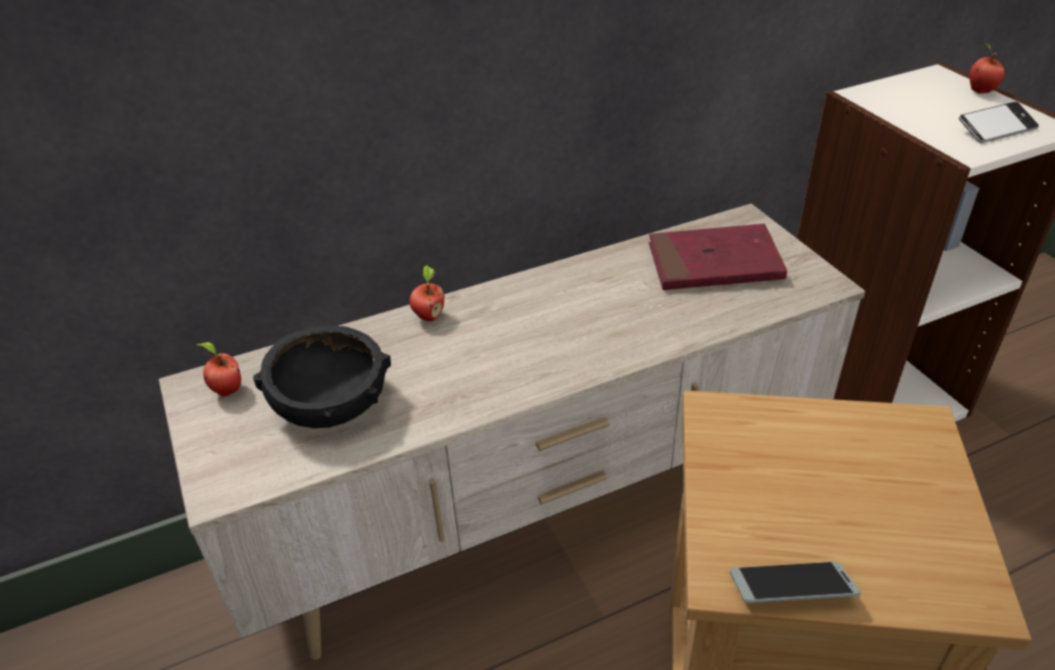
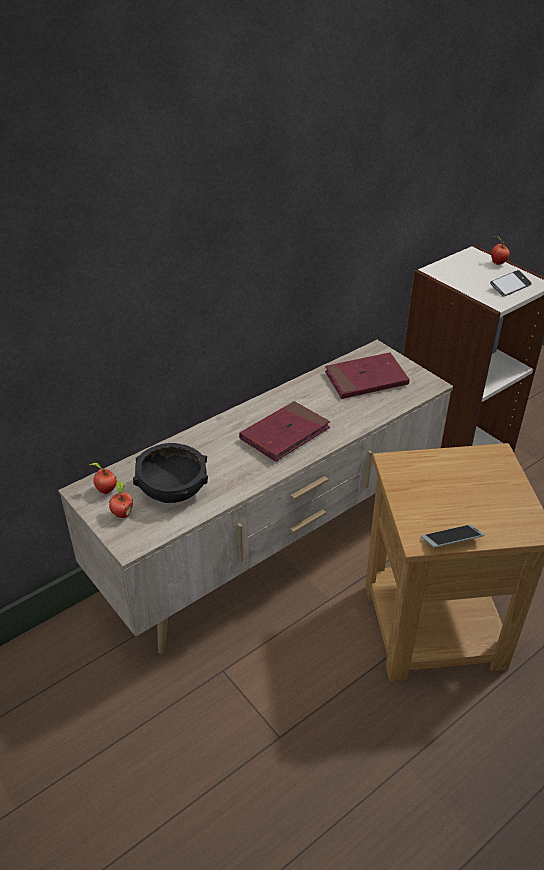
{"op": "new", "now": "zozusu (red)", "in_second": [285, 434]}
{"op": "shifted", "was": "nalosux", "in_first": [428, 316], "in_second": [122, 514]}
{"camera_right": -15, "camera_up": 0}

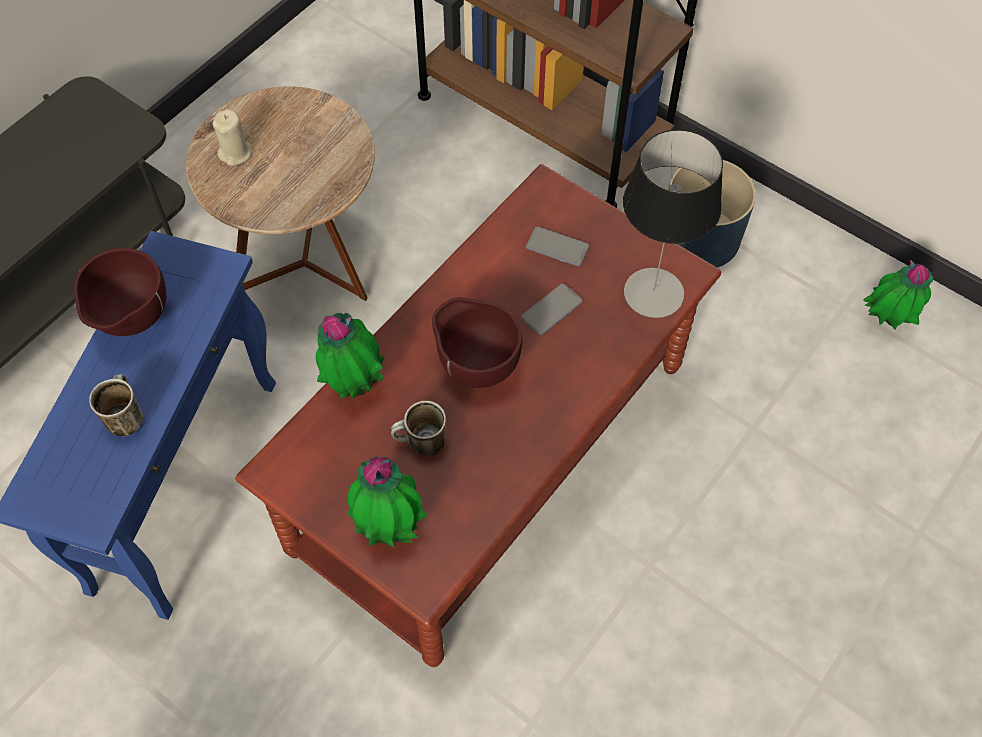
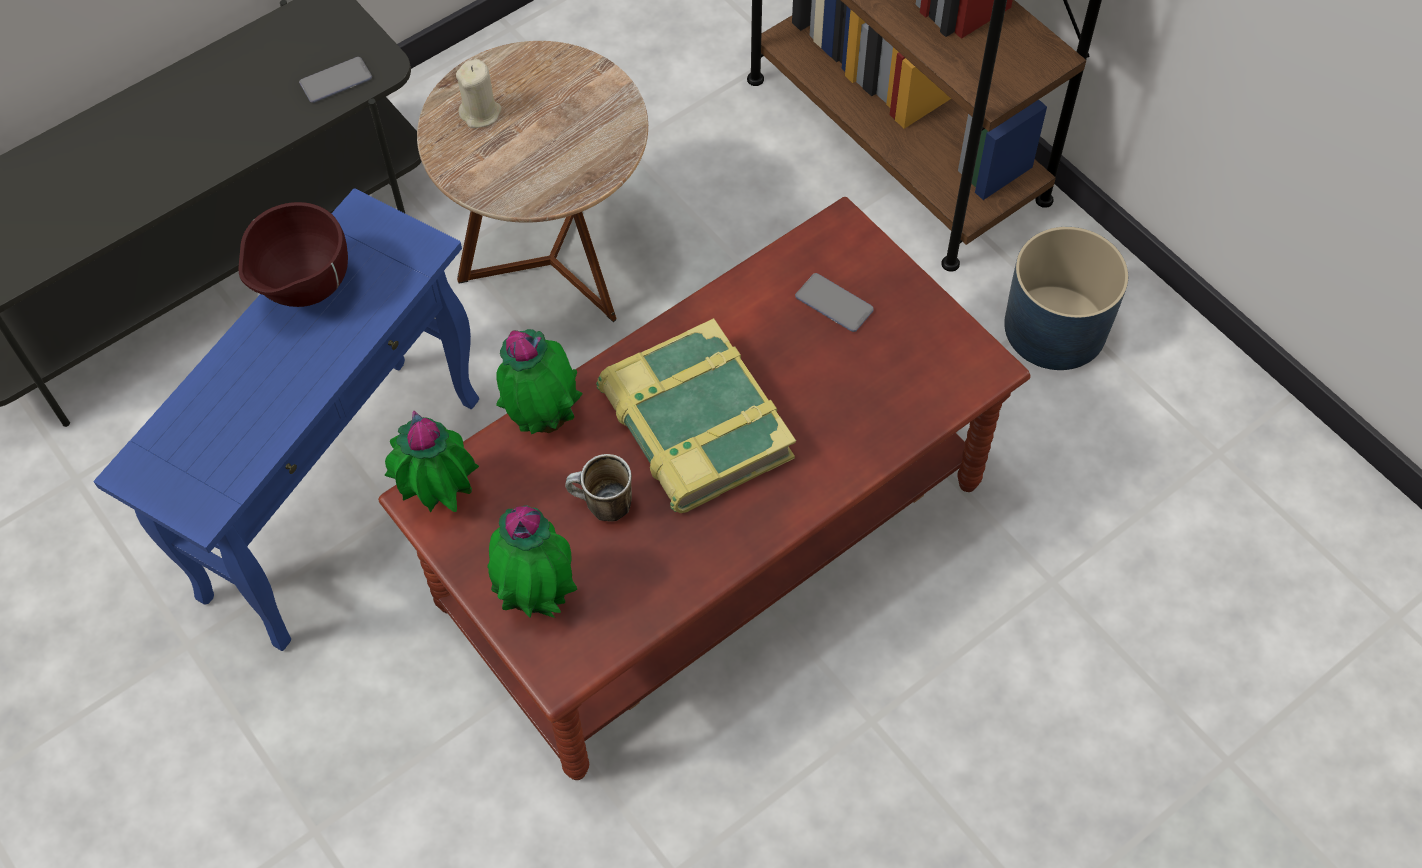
{"op": "gone", "was": "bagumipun", "in_first": [125, 416]}
{"op": "gone", "was": "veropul", "in_first": [653, 293]}
{"op": "shifted", "was": "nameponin", "in_first": [551, 310], "in_second": [336, 81]}
{"op": "shifted", "was": "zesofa", "in_first": [885, 322], "in_second": [440, 498]}
{"op": "swapped", "was": "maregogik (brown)", "now": "zozusu", "in_first": [476, 365], "in_second": [694, 426]}
{"camera_right": 15, "camera_up": 0}

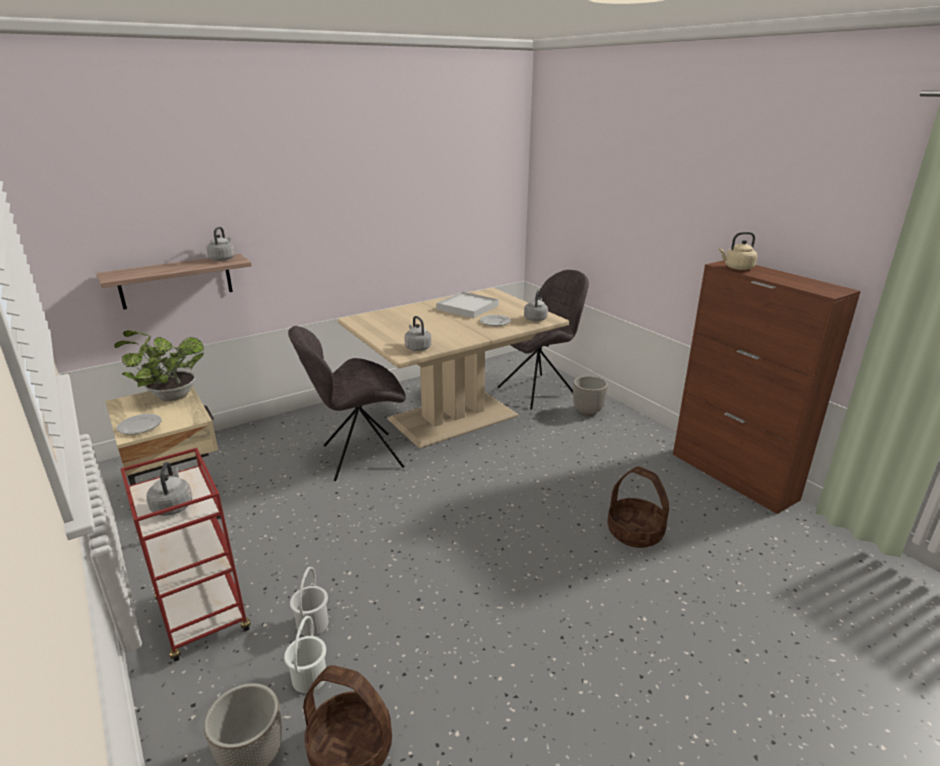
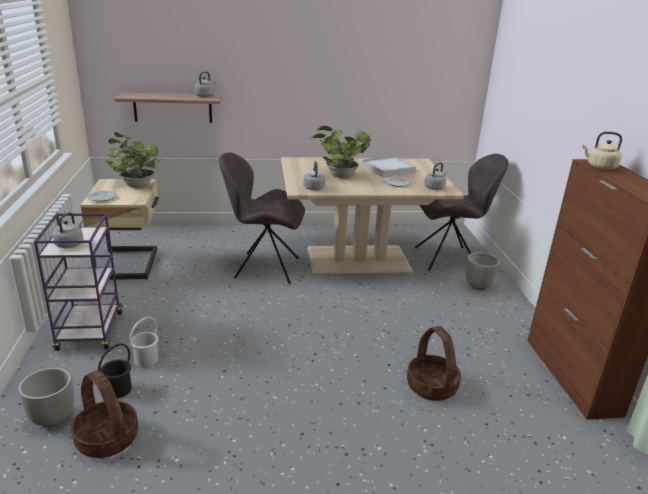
{"op": "new", "now": "zesofa", "in_second": [338, 176]}
{"op": "repainted", "was": "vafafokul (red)", "now": "vafafokul (purple)", "in_first": [203, 616], "in_second": [90, 332]}
{"op": "repainted", "was": "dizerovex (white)", "now": "dizerovex (black)", "in_first": [308, 678], "in_second": [118, 389]}
{"camera_right": 25, "camera_up": 0}

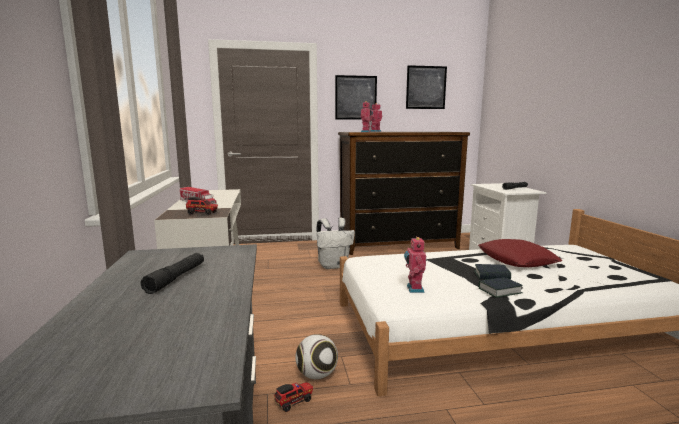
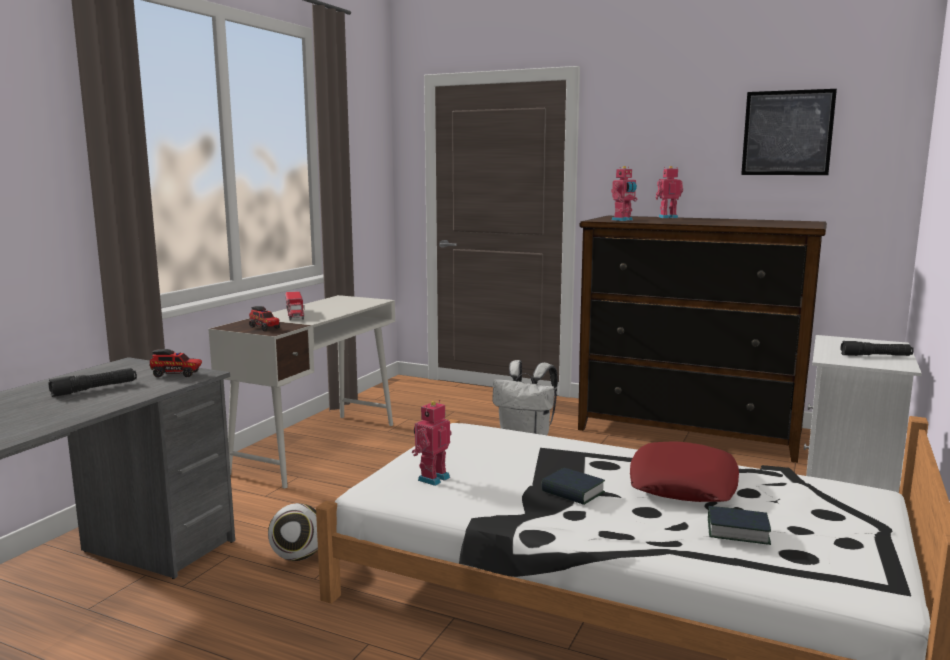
{"op": "gone", "was": "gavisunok", "in_first": [355, 97]}
{"op": "shifted", "was": "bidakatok", "in_first": [294, 401], "in_second": [177, 374]}
{"op": "shifted", "was": "zozusu", "in_first": [499, 291], "in_second": [737, 531]}
{"camera_right": 35, "camera_up": 0}

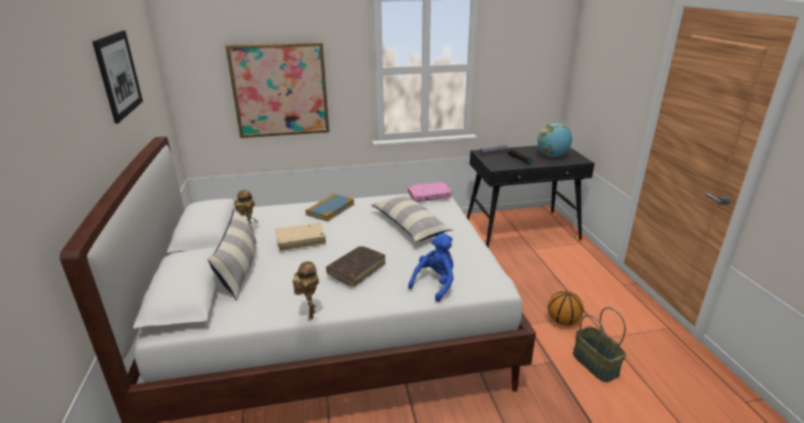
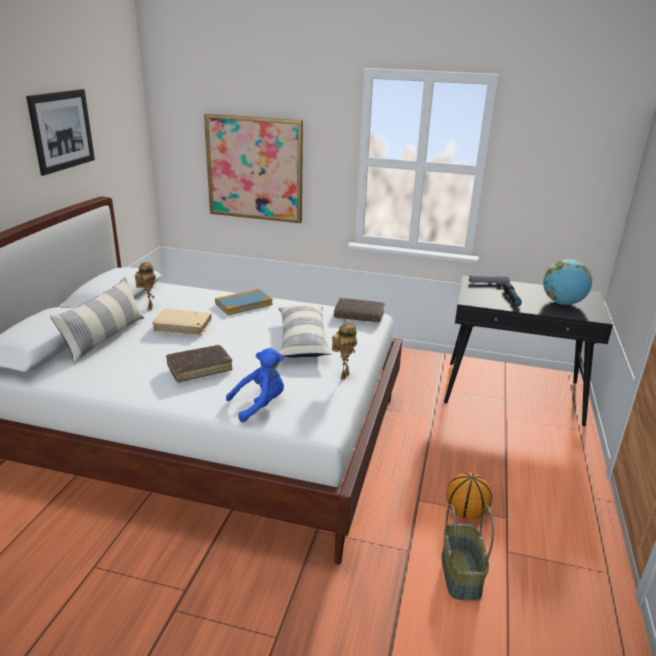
{"op": "shifted", "was": "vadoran", "in_first": [310, 314], "in_second": [343, 375]}
{"op": "repainted", "was": "zozusu (pink)", "now": "zozusu (brown)", "in_first": [429, 196], "in_second": [359, 315]}
{"camera_right": 25, "camera_up": 0}

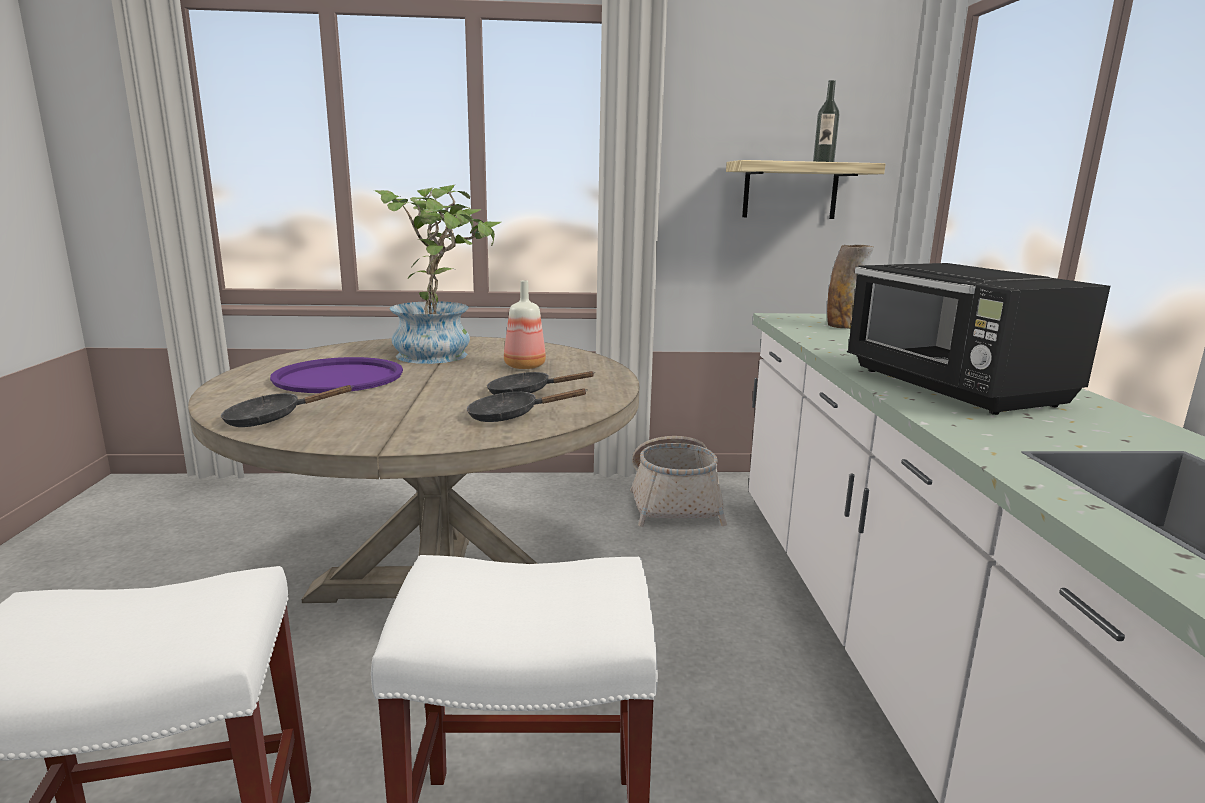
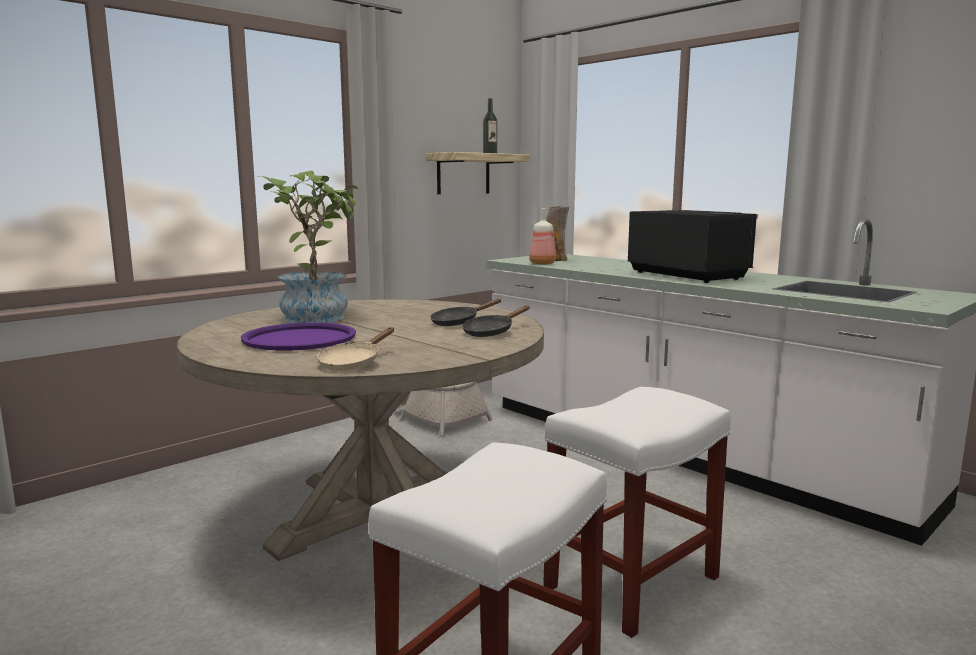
{"op": "shifted", "was": "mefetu", "in_first": [523, 366], "in_second": [542, 263]}
{"op": "repainted", "was": "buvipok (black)", "now": "buvipok (beige)", "in_first": [272, 419], "in_second": [353, 363]}
{"op": "rotated", "was": "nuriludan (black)", "in_first": [954, 388], "in_second": [687, 275], "clockwise": -150}
{"camera_right": -40, "camera_up": -5}

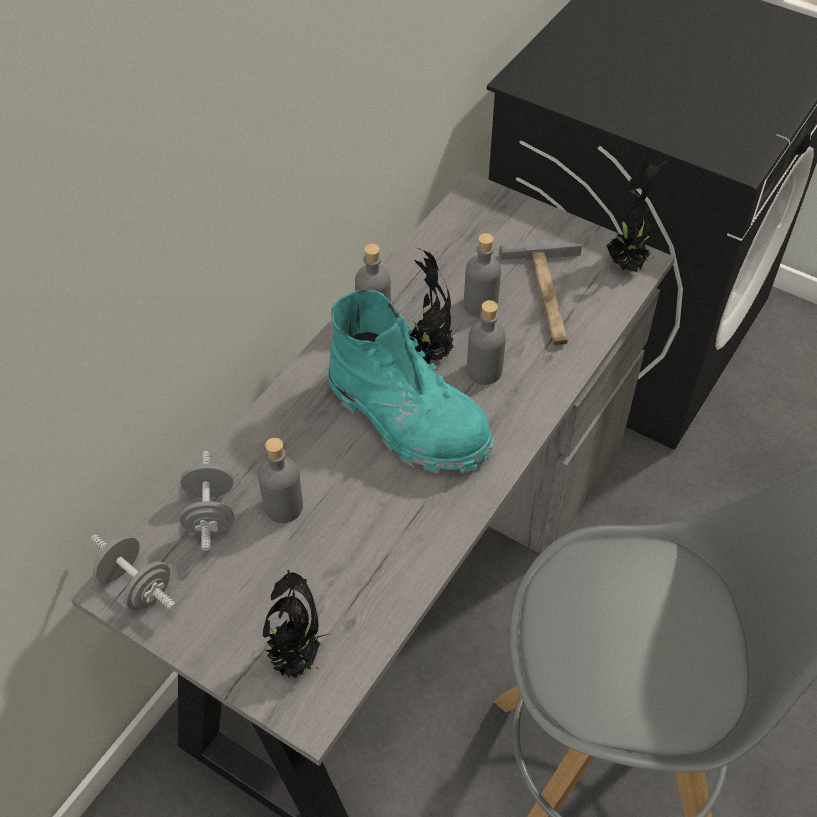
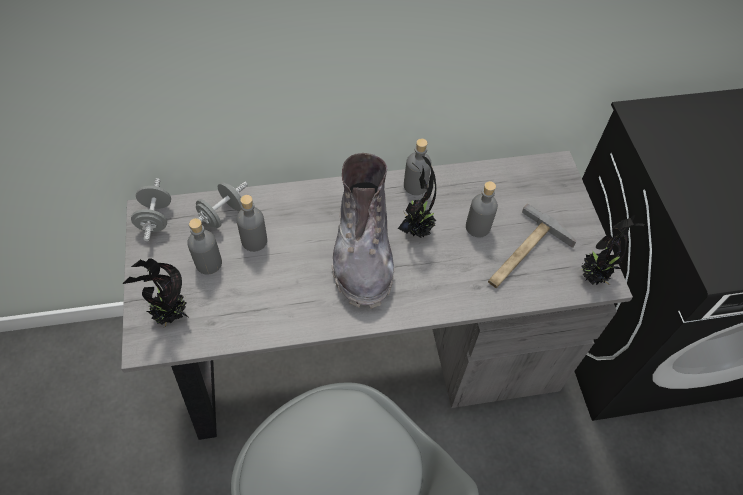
{"op": "shifted", "was": "mefetu (grey)", "in_first": [484, 371], "in_second": [208, 263]}
{"op": "repainted", "was": "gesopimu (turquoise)", "now": "gesopimu (grey)", "in_first": [408, 420], "in_second": [363, 253]}
{"camera_right": 45, "camera_up": 5}

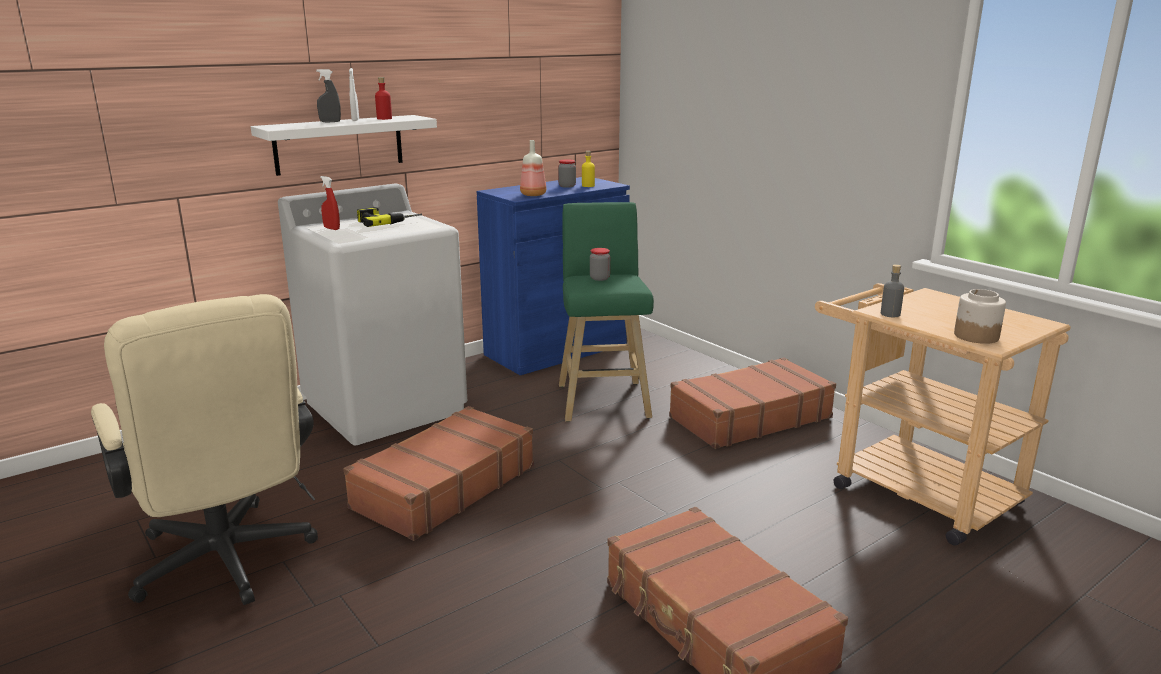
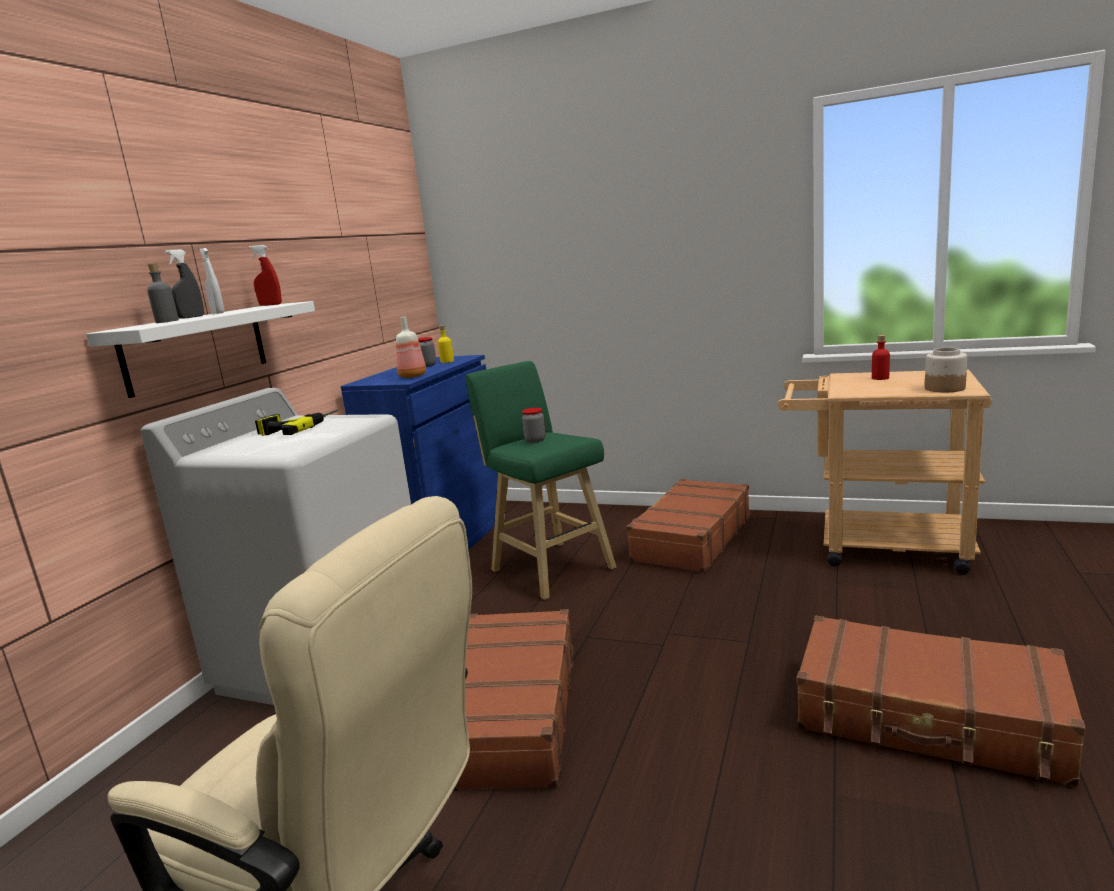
{"op": "shifted", "was": "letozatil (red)", "in_first": [331, 228], "in_second": [270, 305]}
{"op": "shifted", "was": "mefetu (red)", "in_first": [384, 118], "in_second": [880, 378]}
{"op": "shifted", "was": "mefetu (grey)", "in_first": [890, 314], "in_second": [167, 321]}
{"camera_right": -30, "camera_up": -5}

